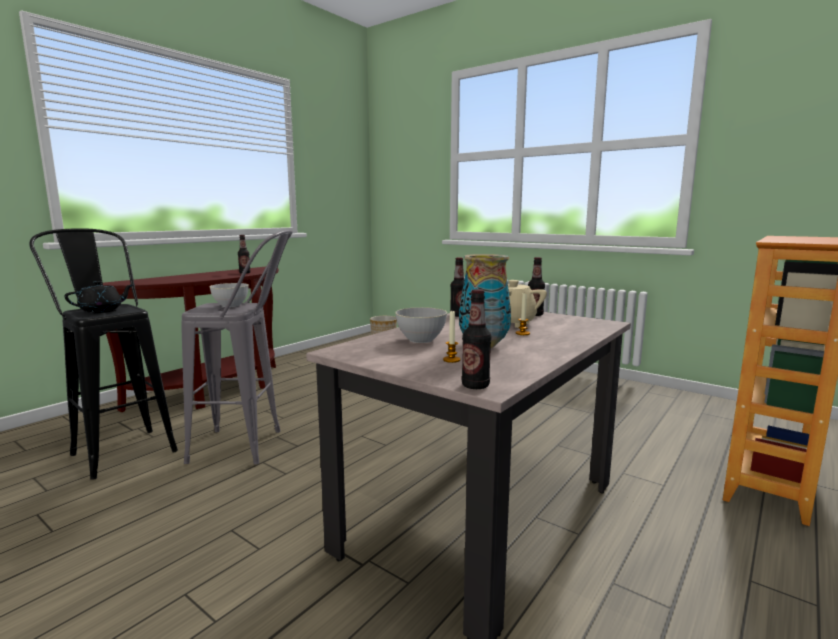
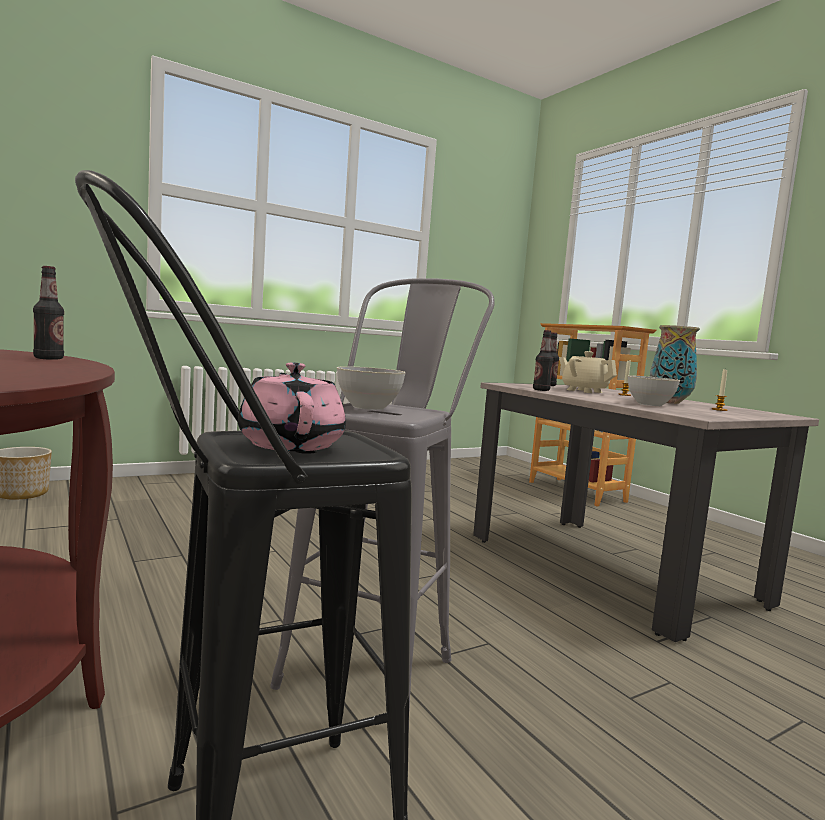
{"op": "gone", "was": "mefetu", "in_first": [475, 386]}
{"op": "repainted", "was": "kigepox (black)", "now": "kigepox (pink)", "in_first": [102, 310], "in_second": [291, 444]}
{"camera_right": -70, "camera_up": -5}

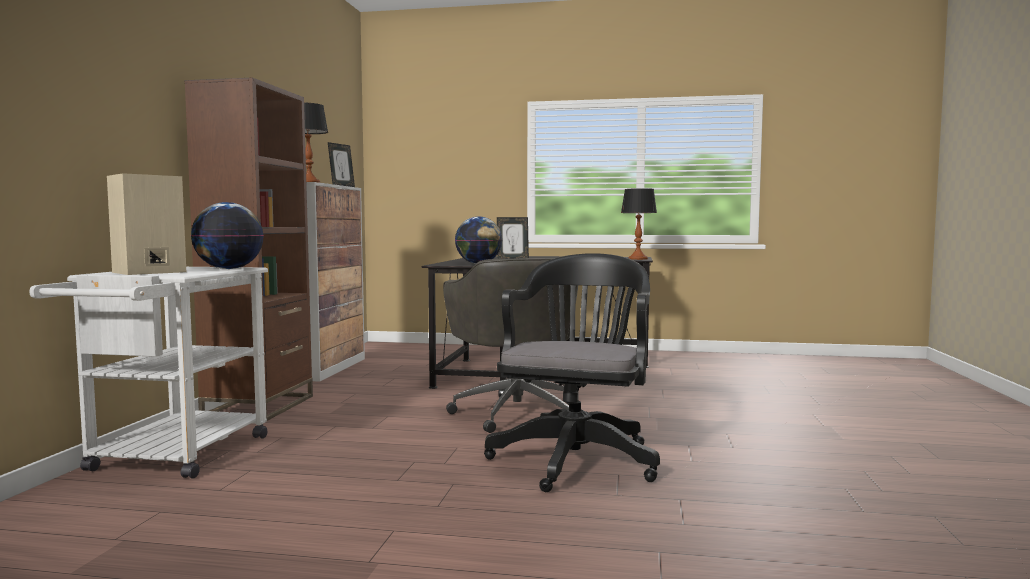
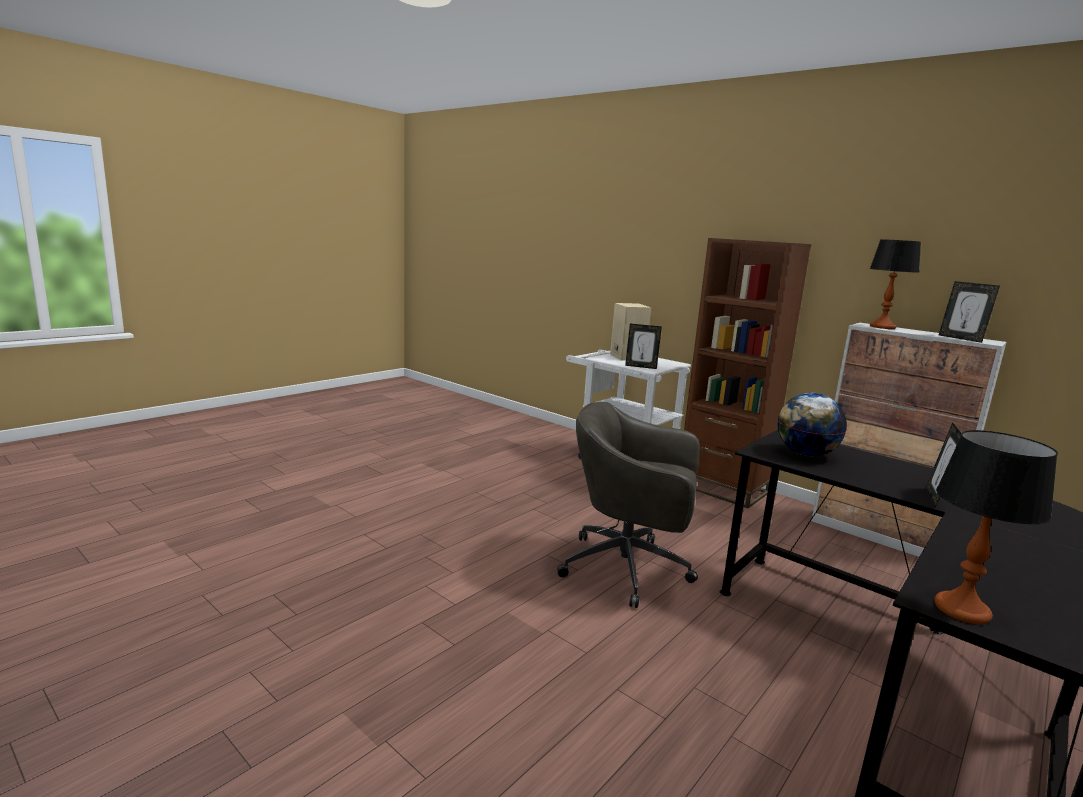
{"op": "gone", "was": "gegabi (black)", "in_first": [576, 458]}
{"op": "swapped", "was": "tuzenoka", "now": "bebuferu", "in_first": [229, 269], "in_second": [641, 366]}
{"camera_right": 120, "camera_up": 10}

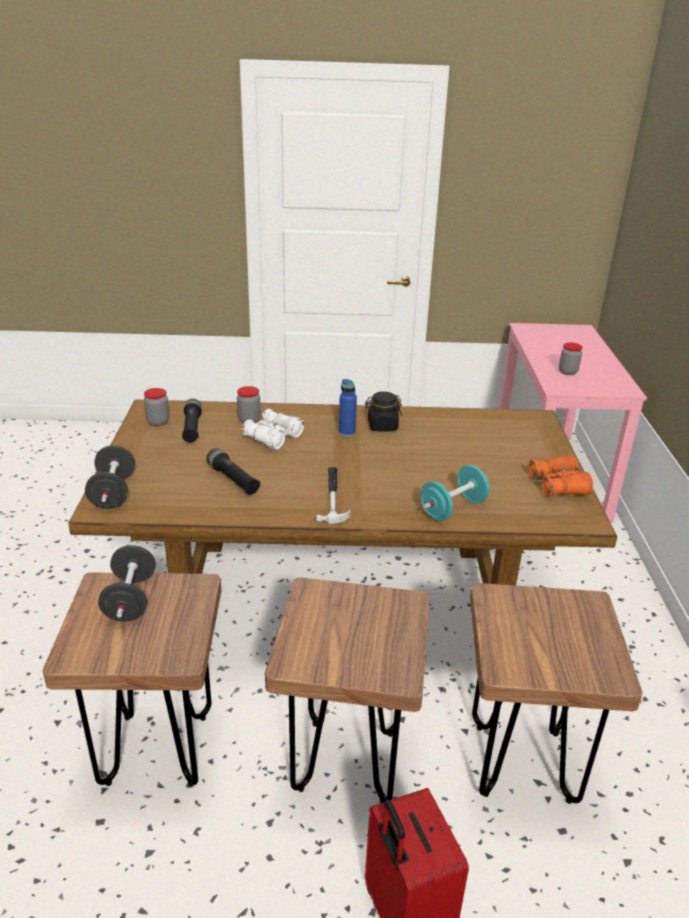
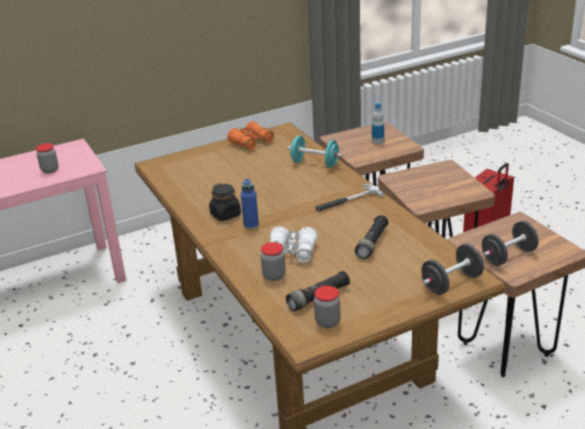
{"op": "new", "now": "mefetu", "in_second": [377, 141]}
{"camera_right": -115, "camera_up": 0}

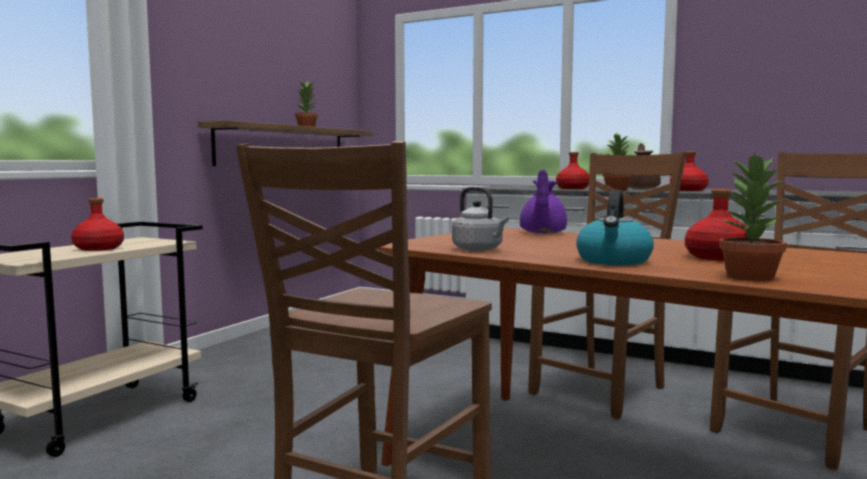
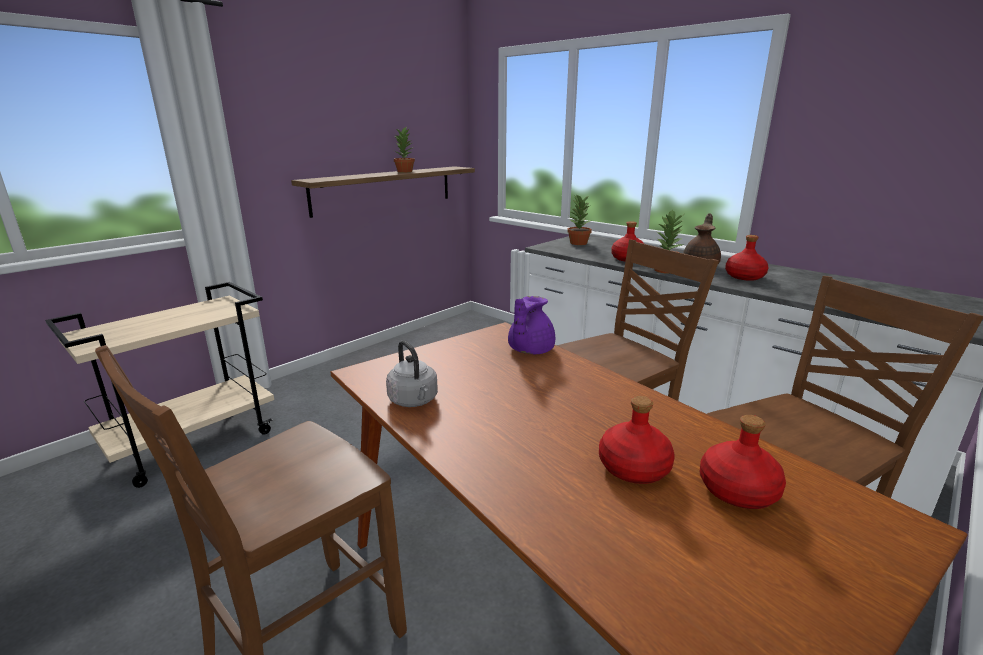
{"op": "gone", "was": "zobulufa", "in_first": [614, 261]}
{"op": "shifted", "was": "mefetu (red)", "in_first": [98, 248], "in_second": [736, 490]}
{"op": "shifted", "was": "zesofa", "in_first": [748, 277], "in_second": [578, 243]}
{"camera_right": 15, "camera_up": 15}

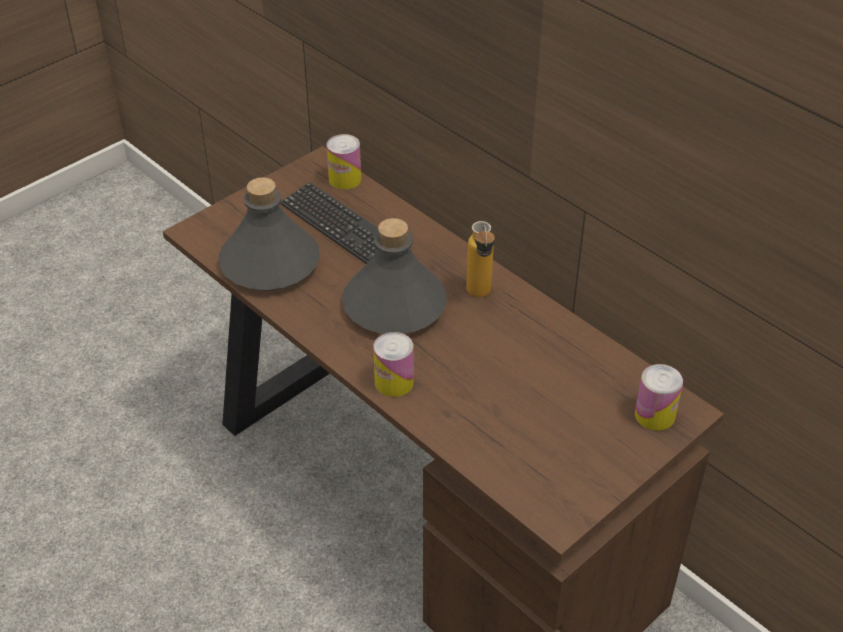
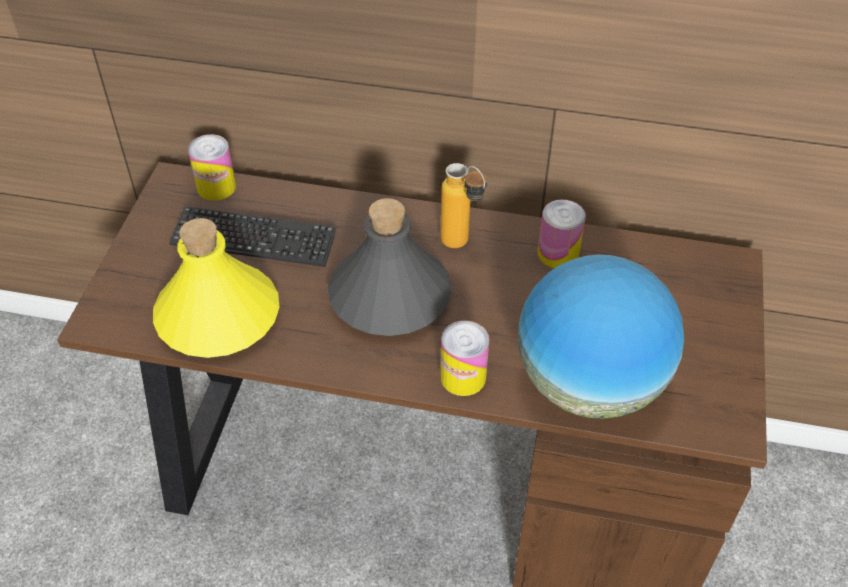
{"op": "new", "now": "tuzenoka", "in_second": [588, 384]}
{"op": "shifted", "was": "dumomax", "in_first": [654, 415], "in_second": [558, 253]}
{"op": "repainted", "was": "mefetu (grey)", "now": "mefetu (yellow)", "in_first": [270, 263], "in_second": [218, 315]}
{"camera_right": -35, "camera_up": 5}

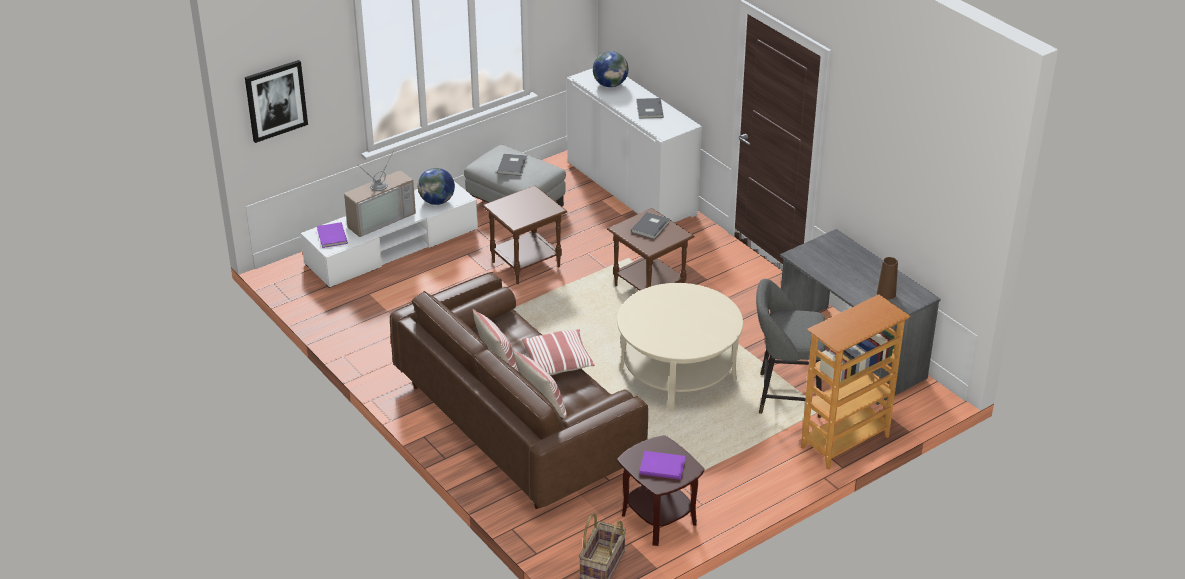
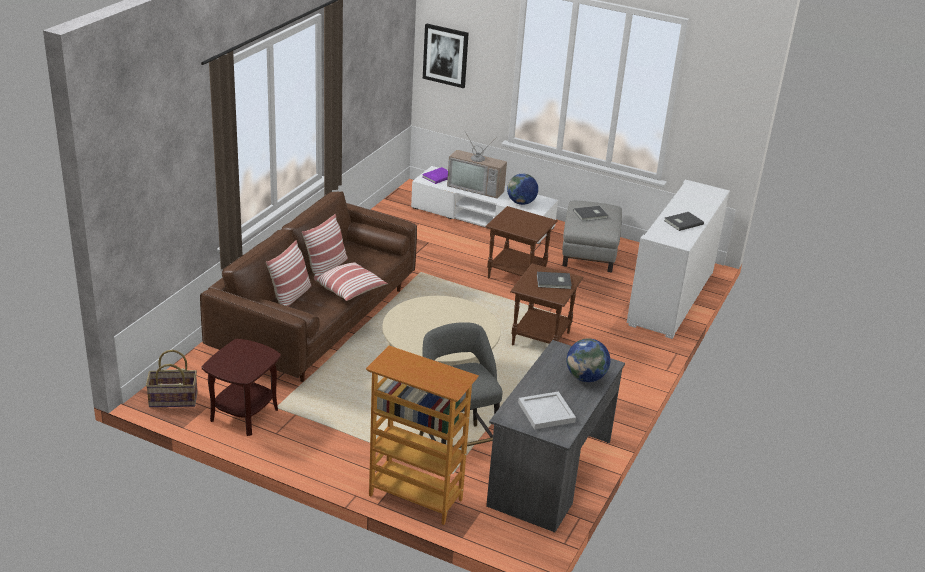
{"op": "gone", "was": "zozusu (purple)", "in_first": [661, 465]}
{"op": "shifted", "was": "tuzenoka", "in_first": [610, 84], "in_second": [586, 377]}
{"op": "swapped", "was": "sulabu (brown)", "now": "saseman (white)", "in_first": [886, 293], "in_second": [545, 412]}
{"camera_right": 60, "camera_up": -5}

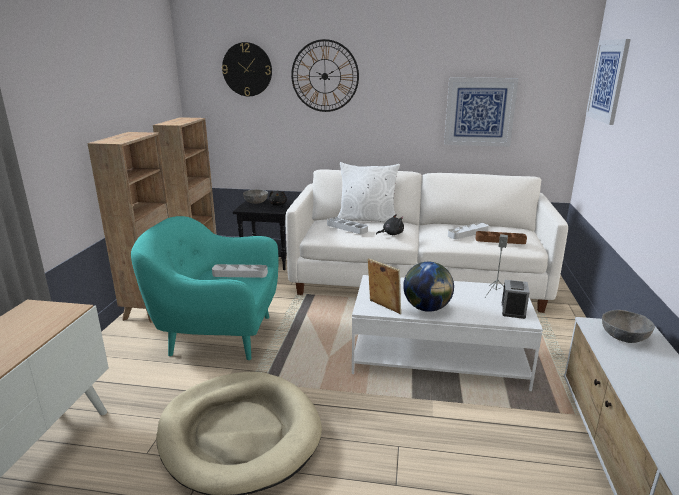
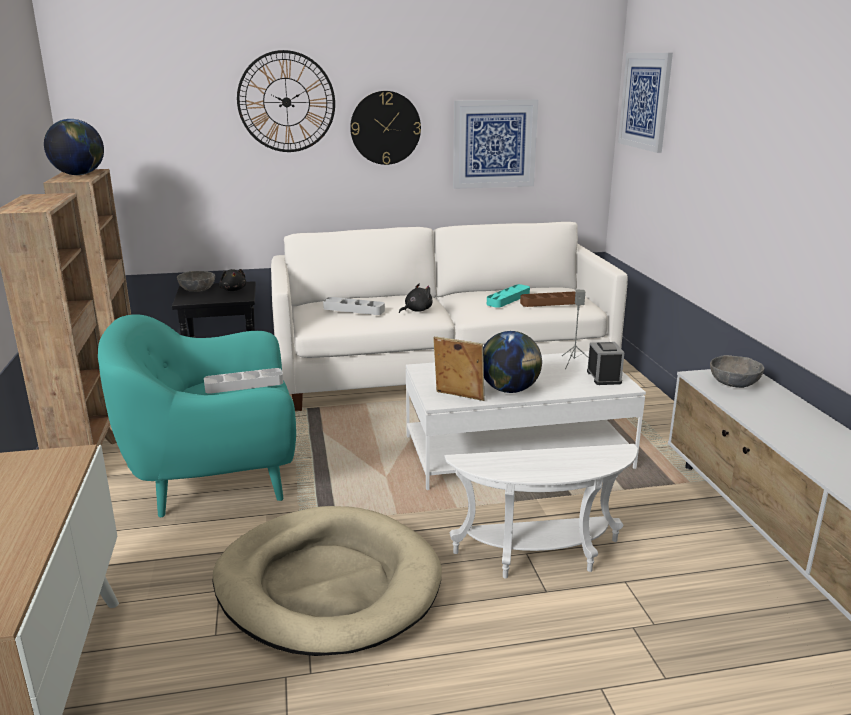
{"op": "gone", "was": "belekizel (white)", "in_first": [367, 220]}
{"op": "new", "now": "tuzenoka", "in_second": [79, 174]}
{"op": "new", "now": "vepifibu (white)", "in_second": [541, 558]}
{"op": "shifted", "was": "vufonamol", "in_first": [247, 69], "in_second": [385, 128]}
{"op": "repainted", "was": "saseman (grey)", "now": "saseman (turquoise)", "in_first": [468, 233], "in_second": [508, 299]}
{"camera_right": -20, "camera_up": 0}

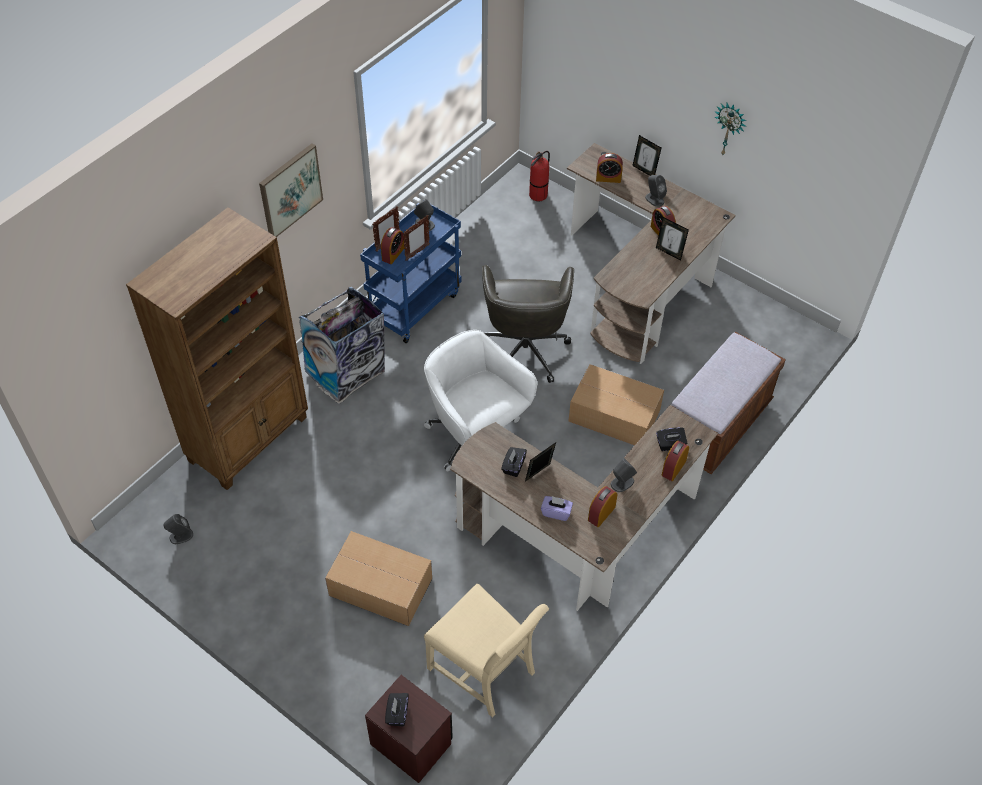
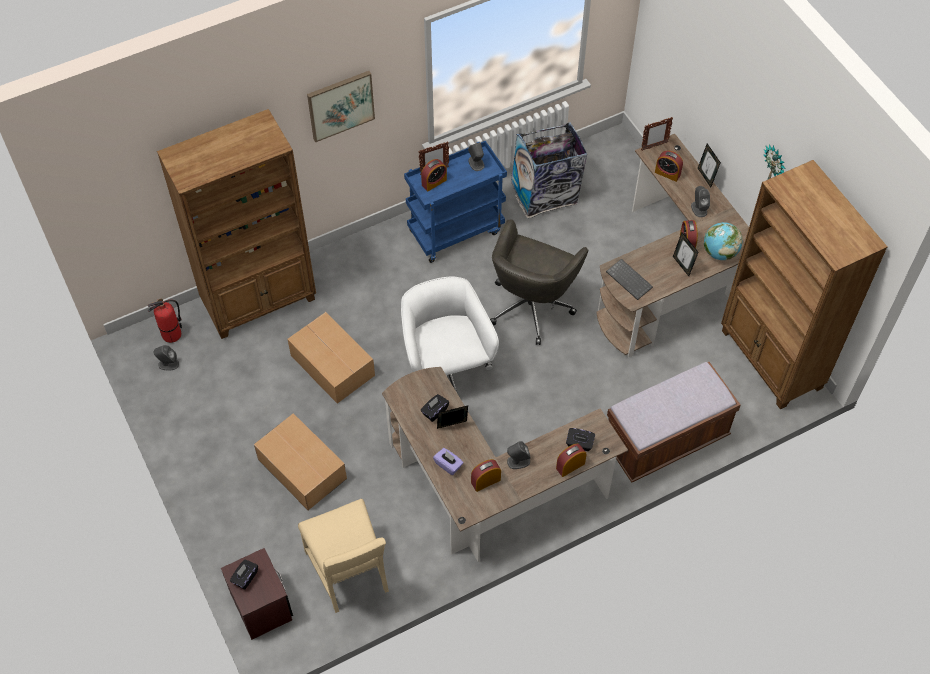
{"op": "new", "now": "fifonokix", "in_second": [630, 280]}
{"op": "new", "now": "tuzenoka", "in_second": [719, 252]}
{"op": "new", "now": "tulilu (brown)", "in_second": [771, 360]}
{"op": "shifted", "was": "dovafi", "in_first": [346, 371], "in_second": [545, 193]}
{"op": "shifted", "was": "bebuferu", "in_first": [417, 253], "in_second": [654, 146]}
{"op": "shifted", "was": "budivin", "in_first": [538, 195], "in_second": [171, 335]}
{"op": "shifted", "was": "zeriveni", "in_first": [615, 416], "in_second": [333, 366]}
{"camera_right": 25, "camera_up": 5}

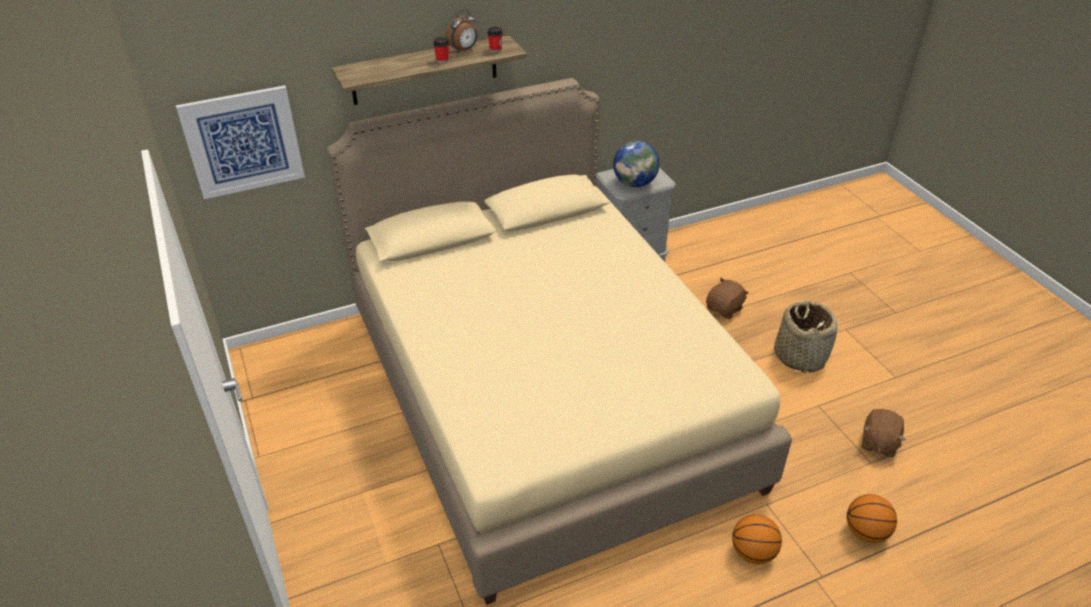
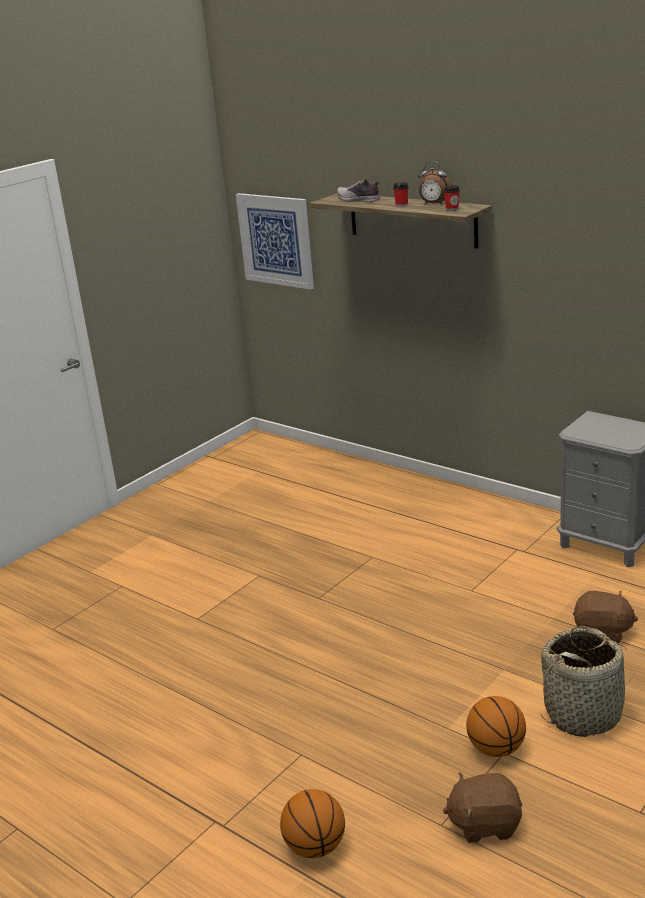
{"op": "gone", "was": "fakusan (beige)", "in_first": [544, 397]}
{"op": "gone", "was": "tuzenoka", "in_first": [634, 183]}
{"op": "new", "now": "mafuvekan", "in_second": [358, 200]}
{"op": "shifted", "was": "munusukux", "in_first": [752, 552], "in_second": [496, 748]}
{"camera_right": 65, "camera_up": -15}

